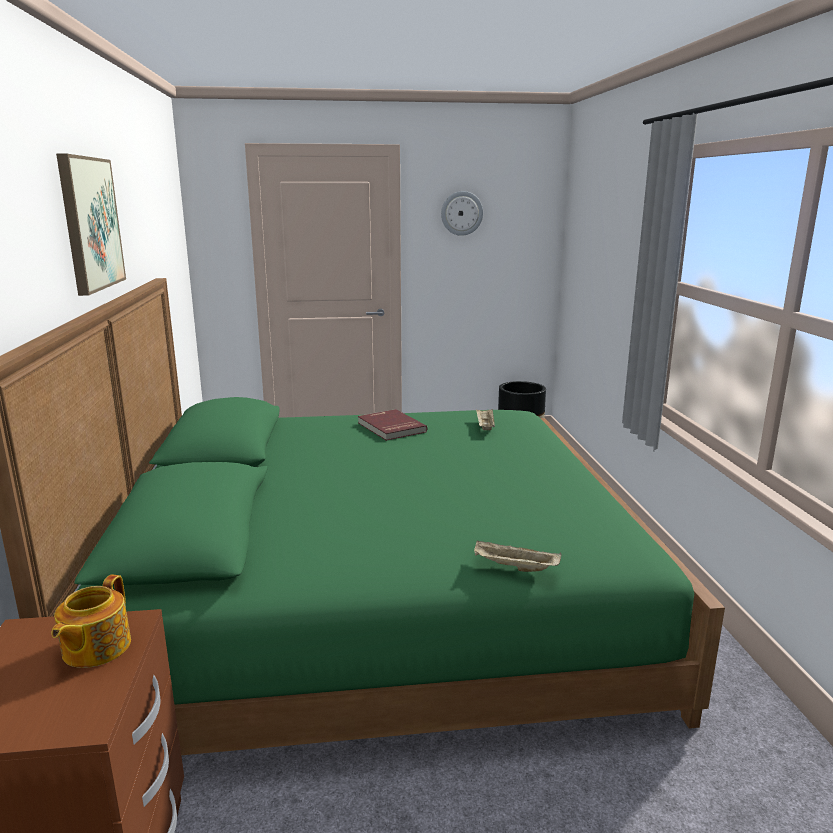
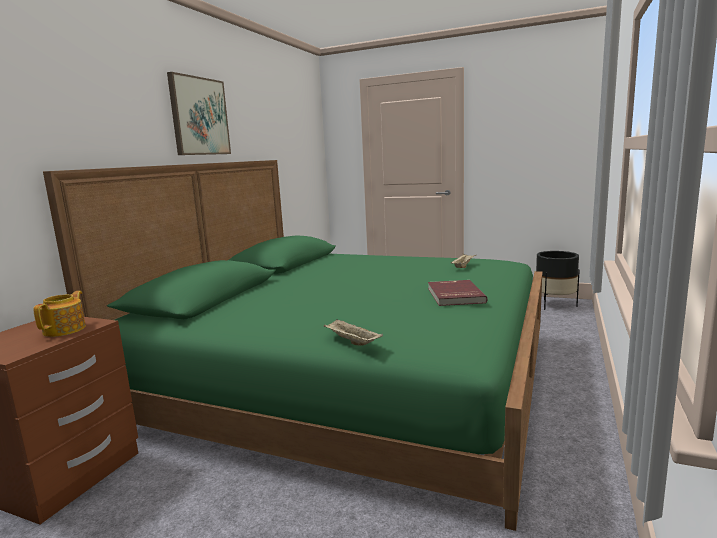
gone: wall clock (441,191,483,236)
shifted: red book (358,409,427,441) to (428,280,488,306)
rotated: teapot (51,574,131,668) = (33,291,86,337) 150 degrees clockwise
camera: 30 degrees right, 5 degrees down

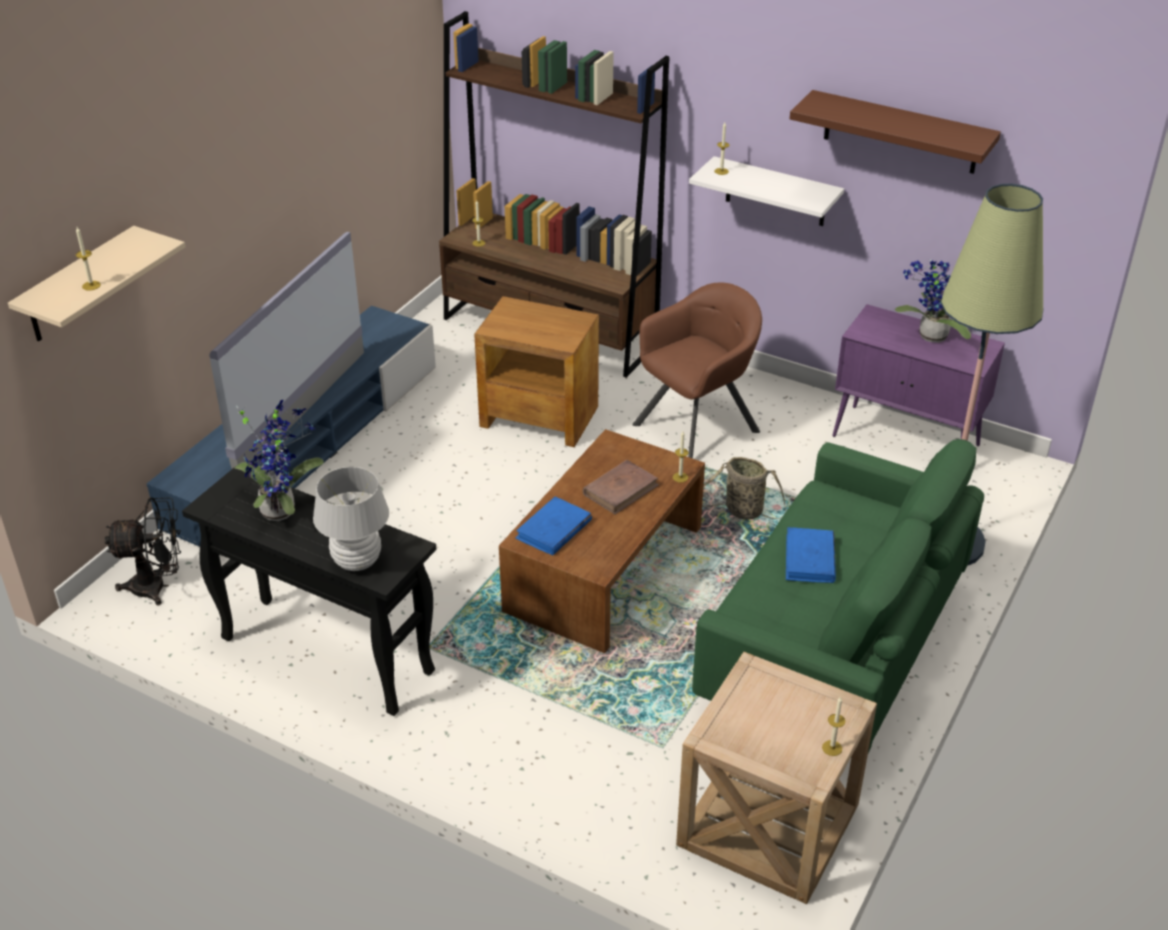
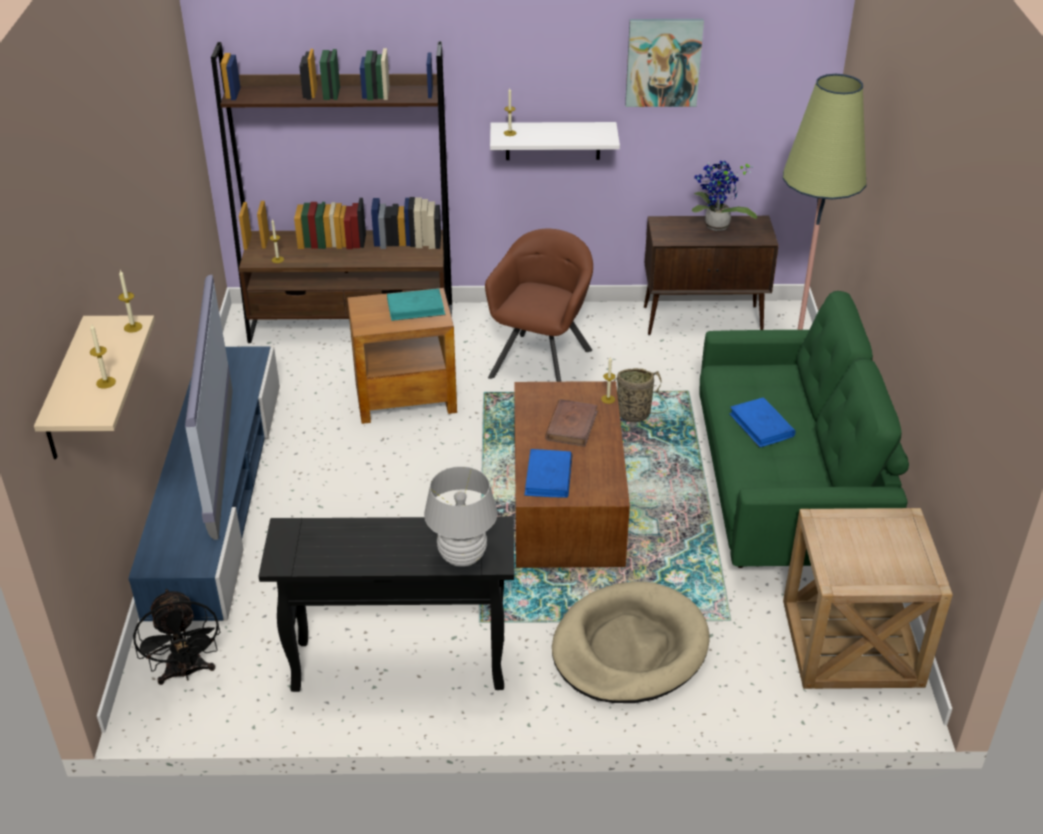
gone: potted plant (234,400,324,521)
new: turquoise book (387,289,446,321); beige dog bed (552,581,710,703)
shifted: candle (822,696,845,756) to (118,270,142,333)
swapped: brown shelf (789,90,1001,174) to picture (625,19,704,107)
repainted: purple cabinet (832,304,1005,446) to brown cabinet (644,216,779,335)
rotated: black fan (105,497,181,606) = (133,589,220,685) 105 degrees clockwise
camera: 30 degrees left, 0 degrees up

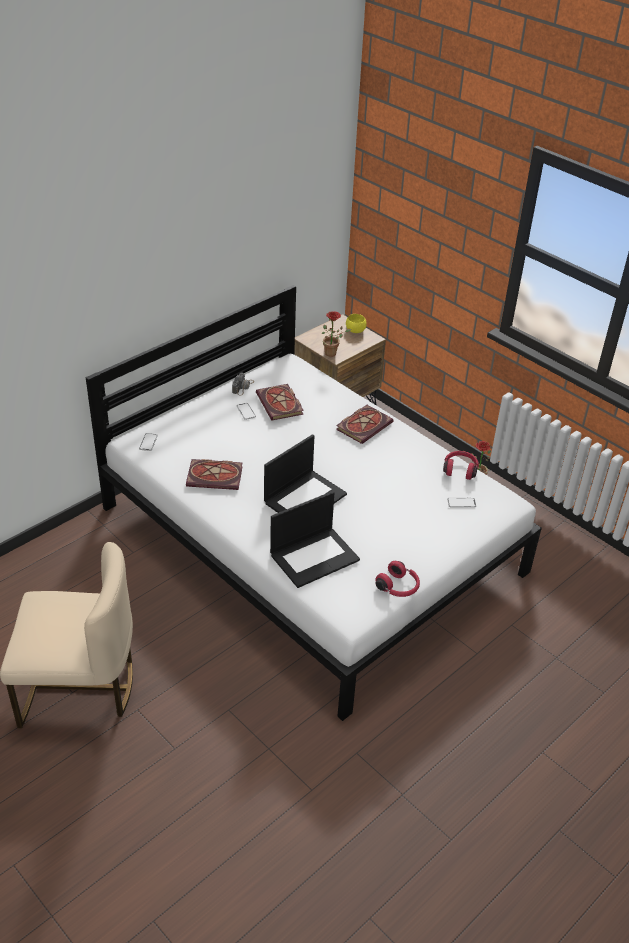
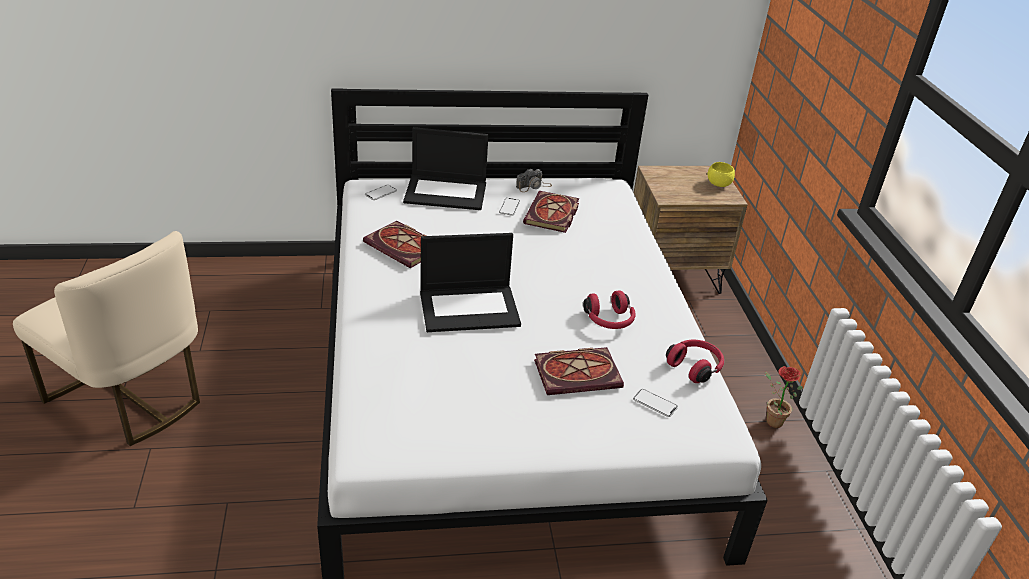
gone: potted plant (322,311,352,357)
shifted: laptop (270,491,360,588) to (403,127,488,210); book (336,405,394,444) to (534,347,624,395); red headphones (375,561,420,597) to (583,290,636,329)
camera: 35 degrees right, 5 degrees down

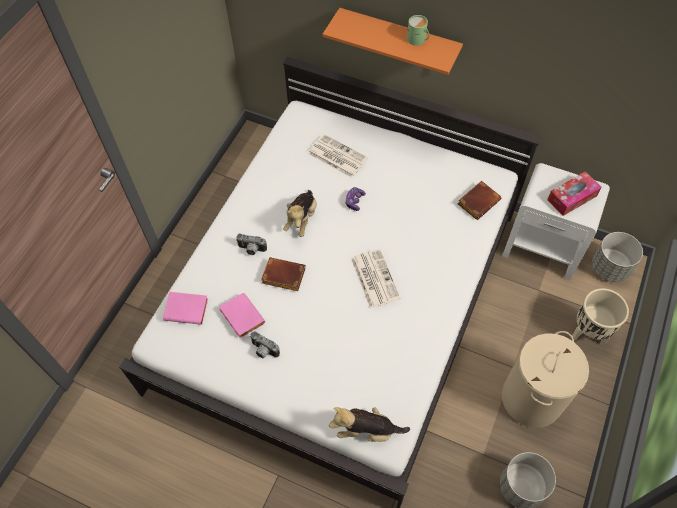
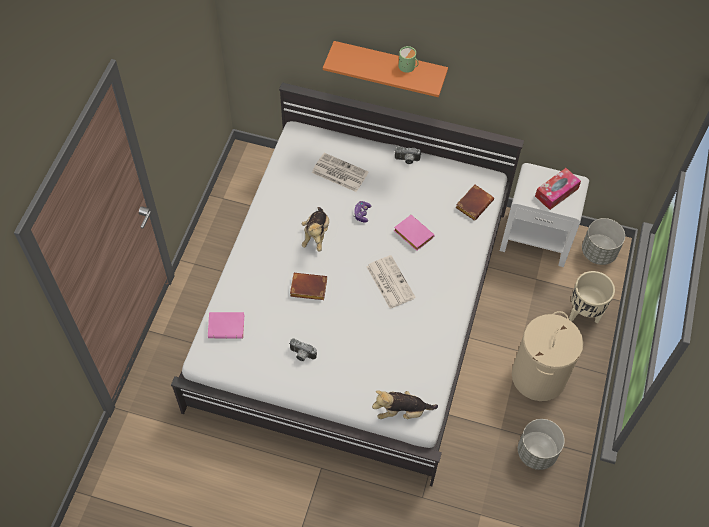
shifted: pink book (219,293,265,338) to (394,215,435,251); photo camera (236,233,267,255) to (395,146,421,164)
camera: 10 degrees left, 0 degrees up

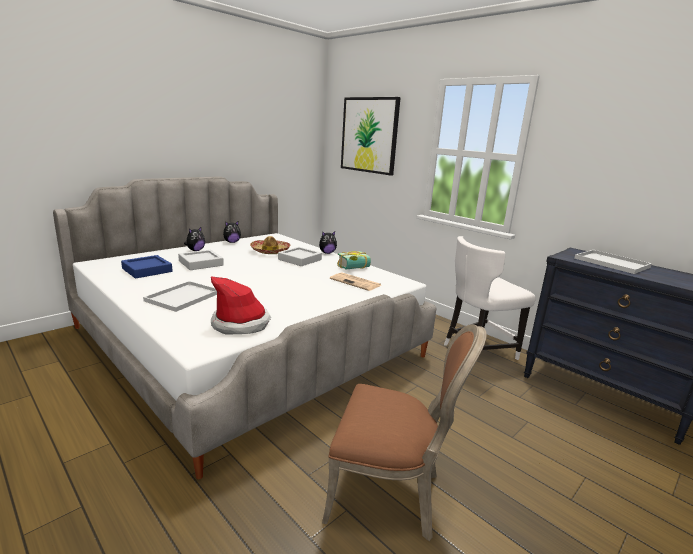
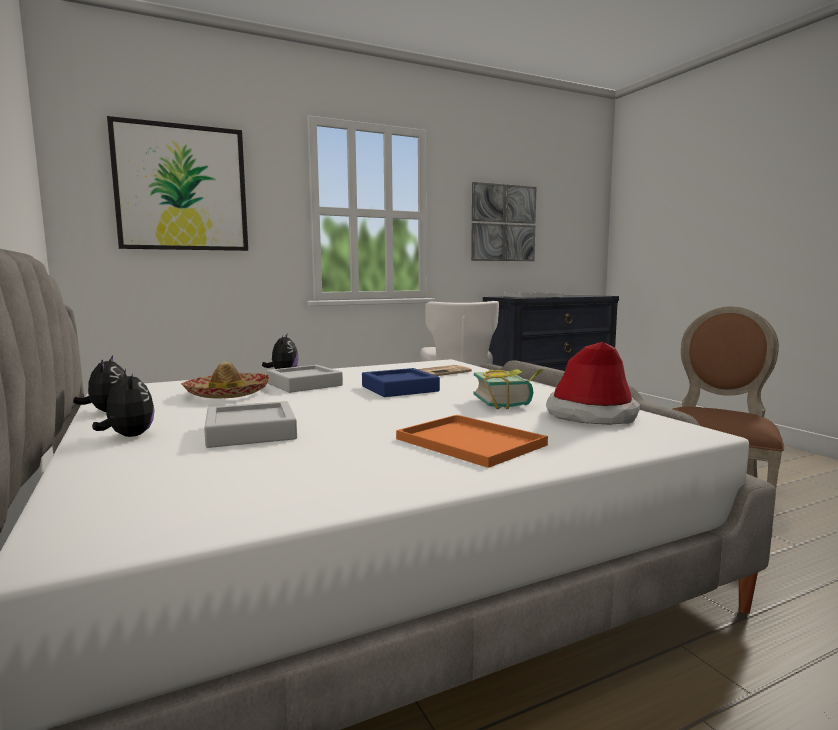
new: picture (471,182,536,261)
shifted: blue tray (121,255,173,278) to (362,368,440,397); book (337,251,371,269) to (474,369,543,410)
repainted: white tray (143,281,217,312) to orange tray (396,415,548,468)
camera: 70 degrees left, 10 degrees down

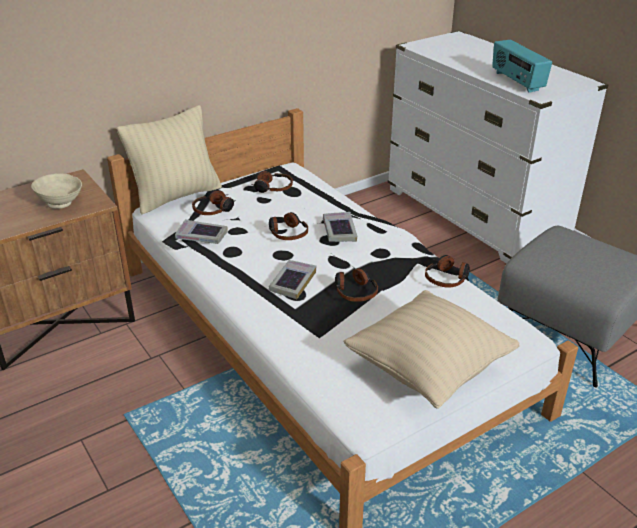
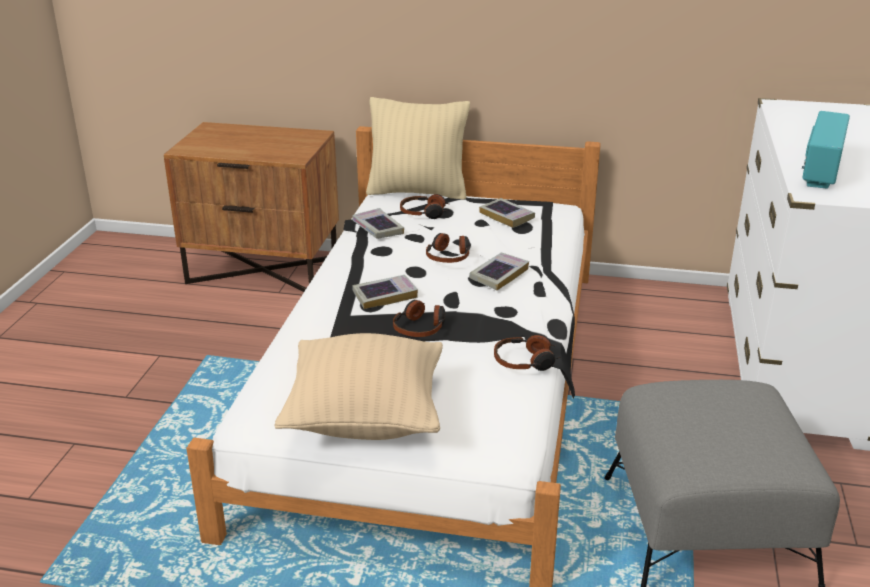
gone: beige bowl (31,174,82,209)
swapped: headphones (251,171,293,193) to book (479,198,535,228)
camera: 45 degrees right, 5 degrees down

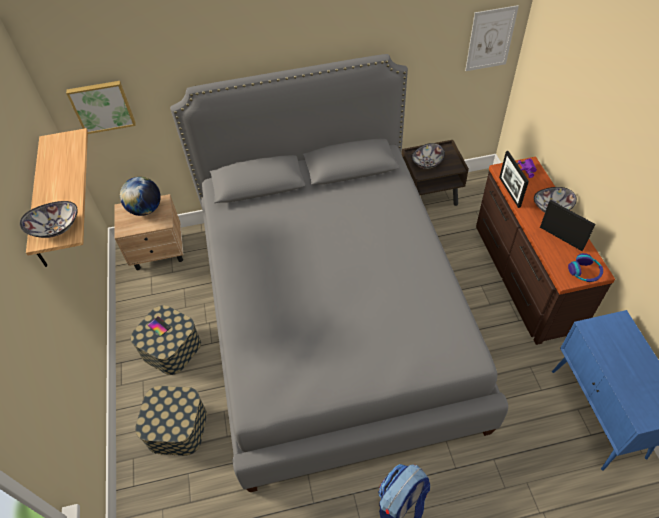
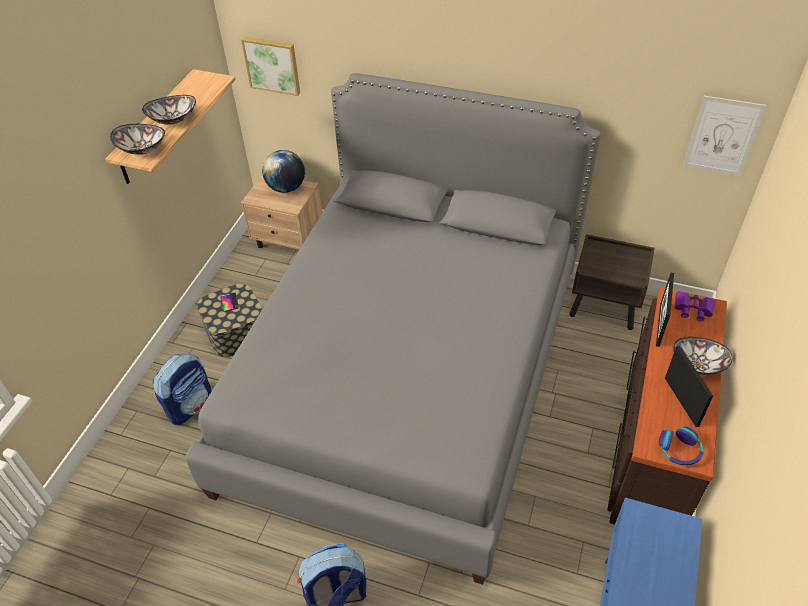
shifted: bowl (411,143,445,169) to (142,95,196,125)
swapped: storage box (135,386,207,456) to backpack (153,353,212,425)
camera: 30 degrees right, 5 degrees down

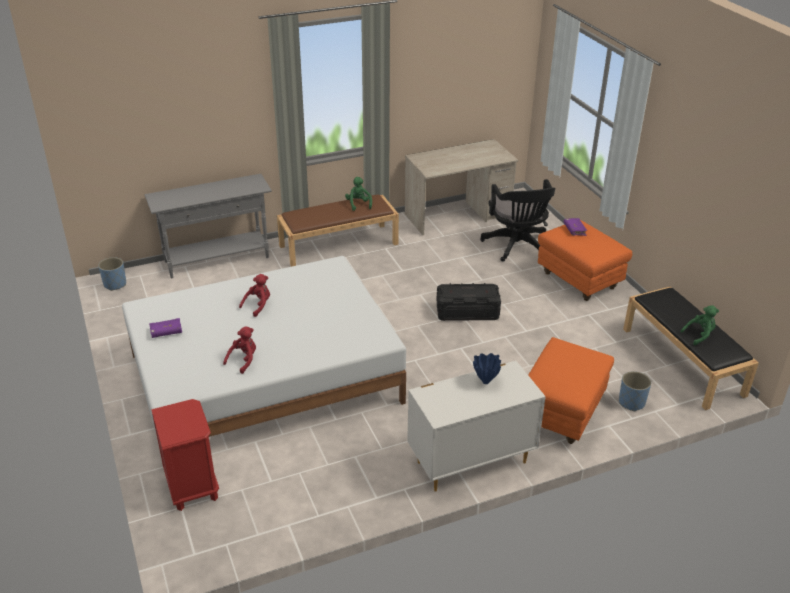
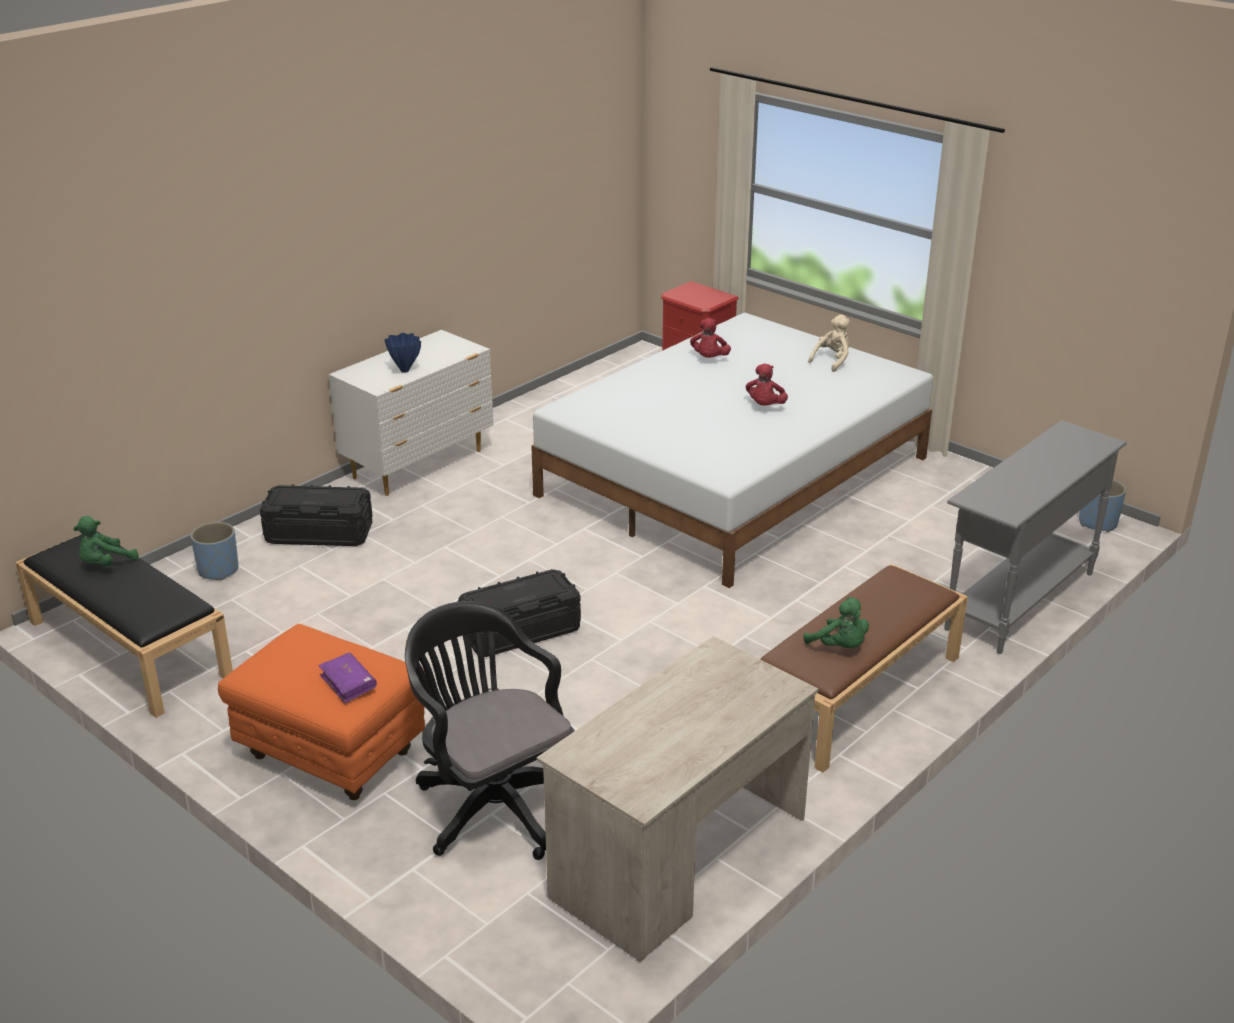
swapped: purple book (149,318,182,338) to beige plush toy (808,314,850,372); orange ottoman (528,337,614,444) to black storage box (260,484,373,546)
camera: 155 degrees right, 5 degrees down

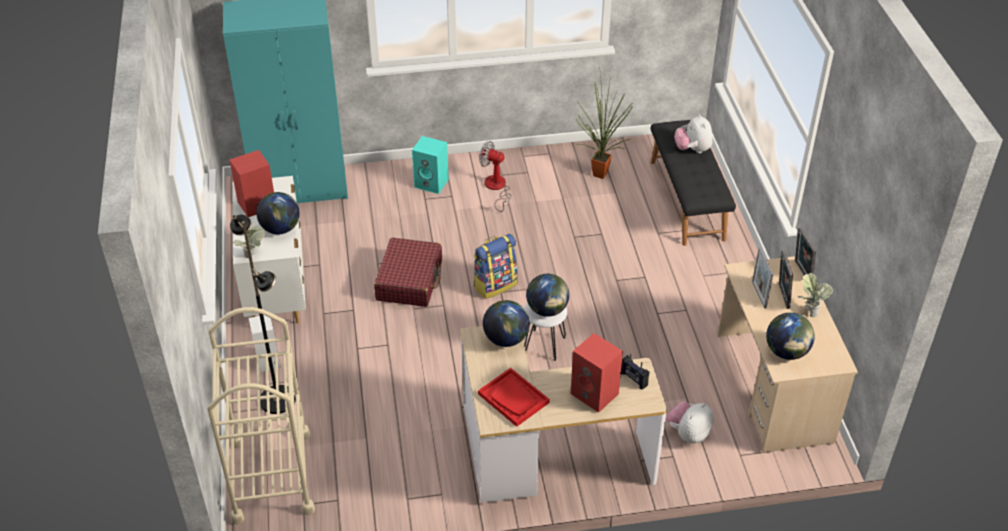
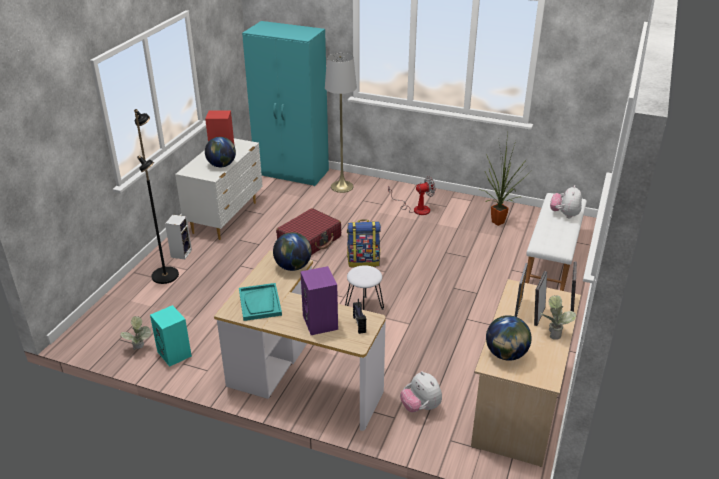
gone: beige cart (207,307,315,524); globe (526,274,569,317)
new: grey floor lamp (325,53,357,193)
shifted: potted plant (233,226,265,258) to (120,316,151,350); turquoise speaker (412,136,449,194) to (150,305,192,367)
repainted: red tray (478,368,550,427) to turquoise tray (239,283,282,321); red speaker (571,333,623,413) to purple speaker (300,266,338,335); black bench (651,120,736,246) to white bench (525,193,587,291)
rotated: fan (479,141,511,212) = (388,176,436,215) 105 degrees clockwise; plush toy (666,402,713,443) = (400,371,442,412) 105 degrees counterclockwise
camera: 30 degrees right, 10 degrees down

